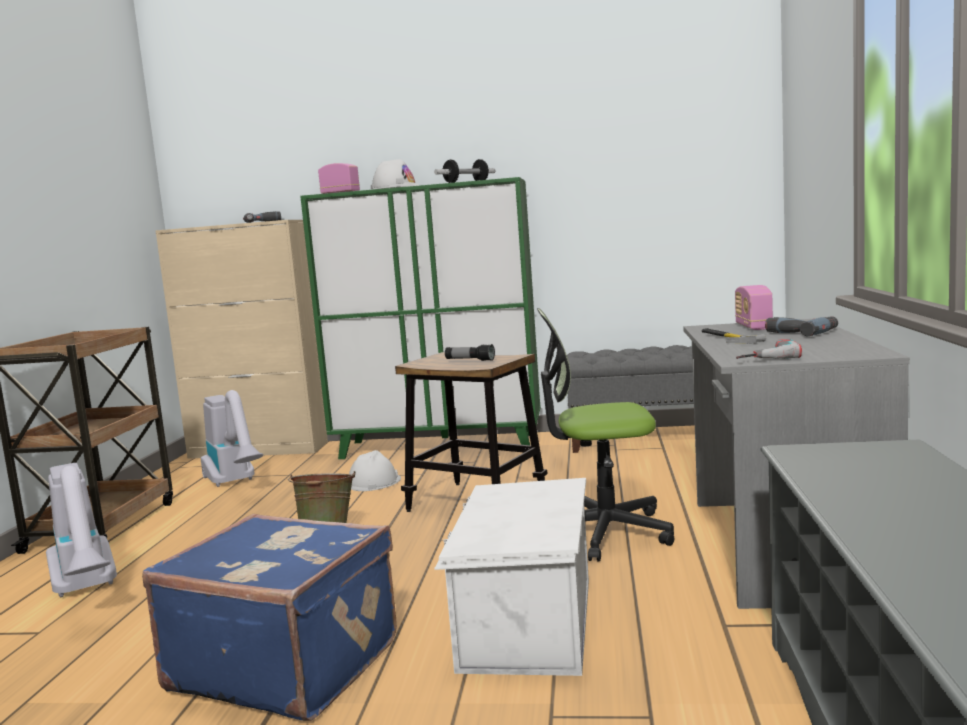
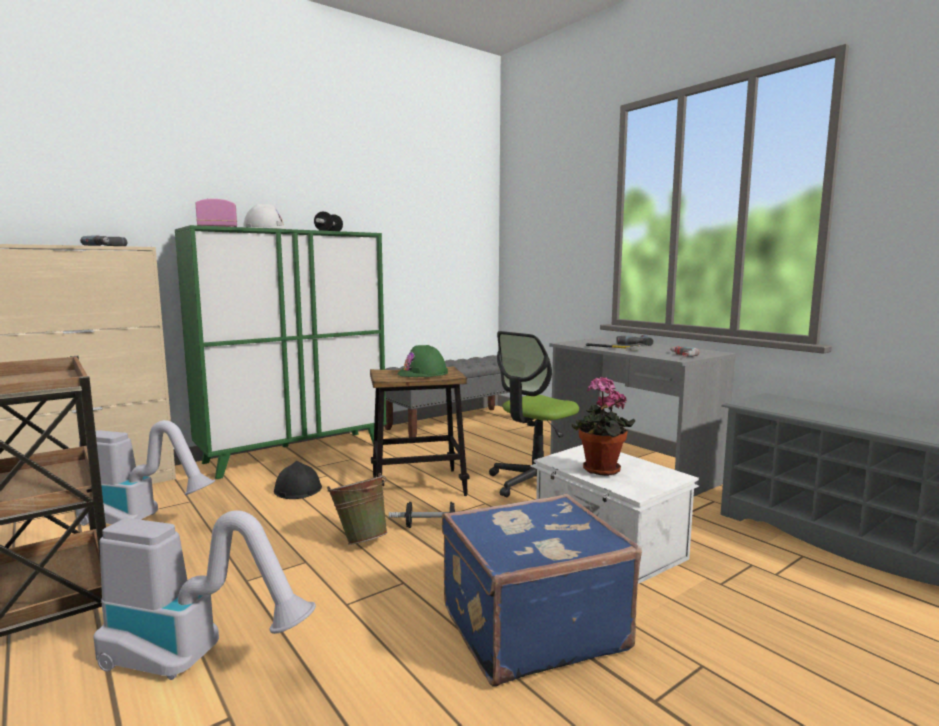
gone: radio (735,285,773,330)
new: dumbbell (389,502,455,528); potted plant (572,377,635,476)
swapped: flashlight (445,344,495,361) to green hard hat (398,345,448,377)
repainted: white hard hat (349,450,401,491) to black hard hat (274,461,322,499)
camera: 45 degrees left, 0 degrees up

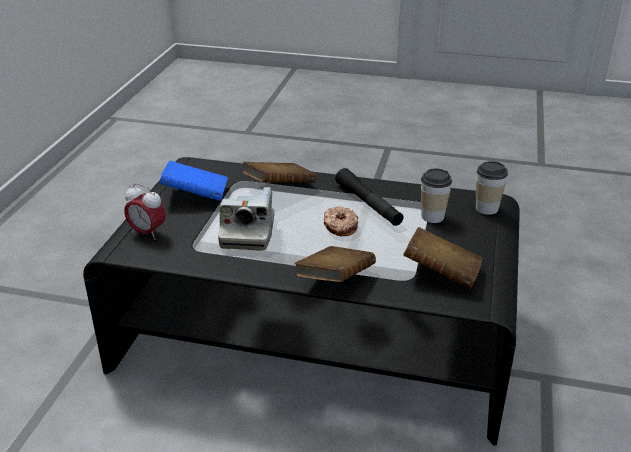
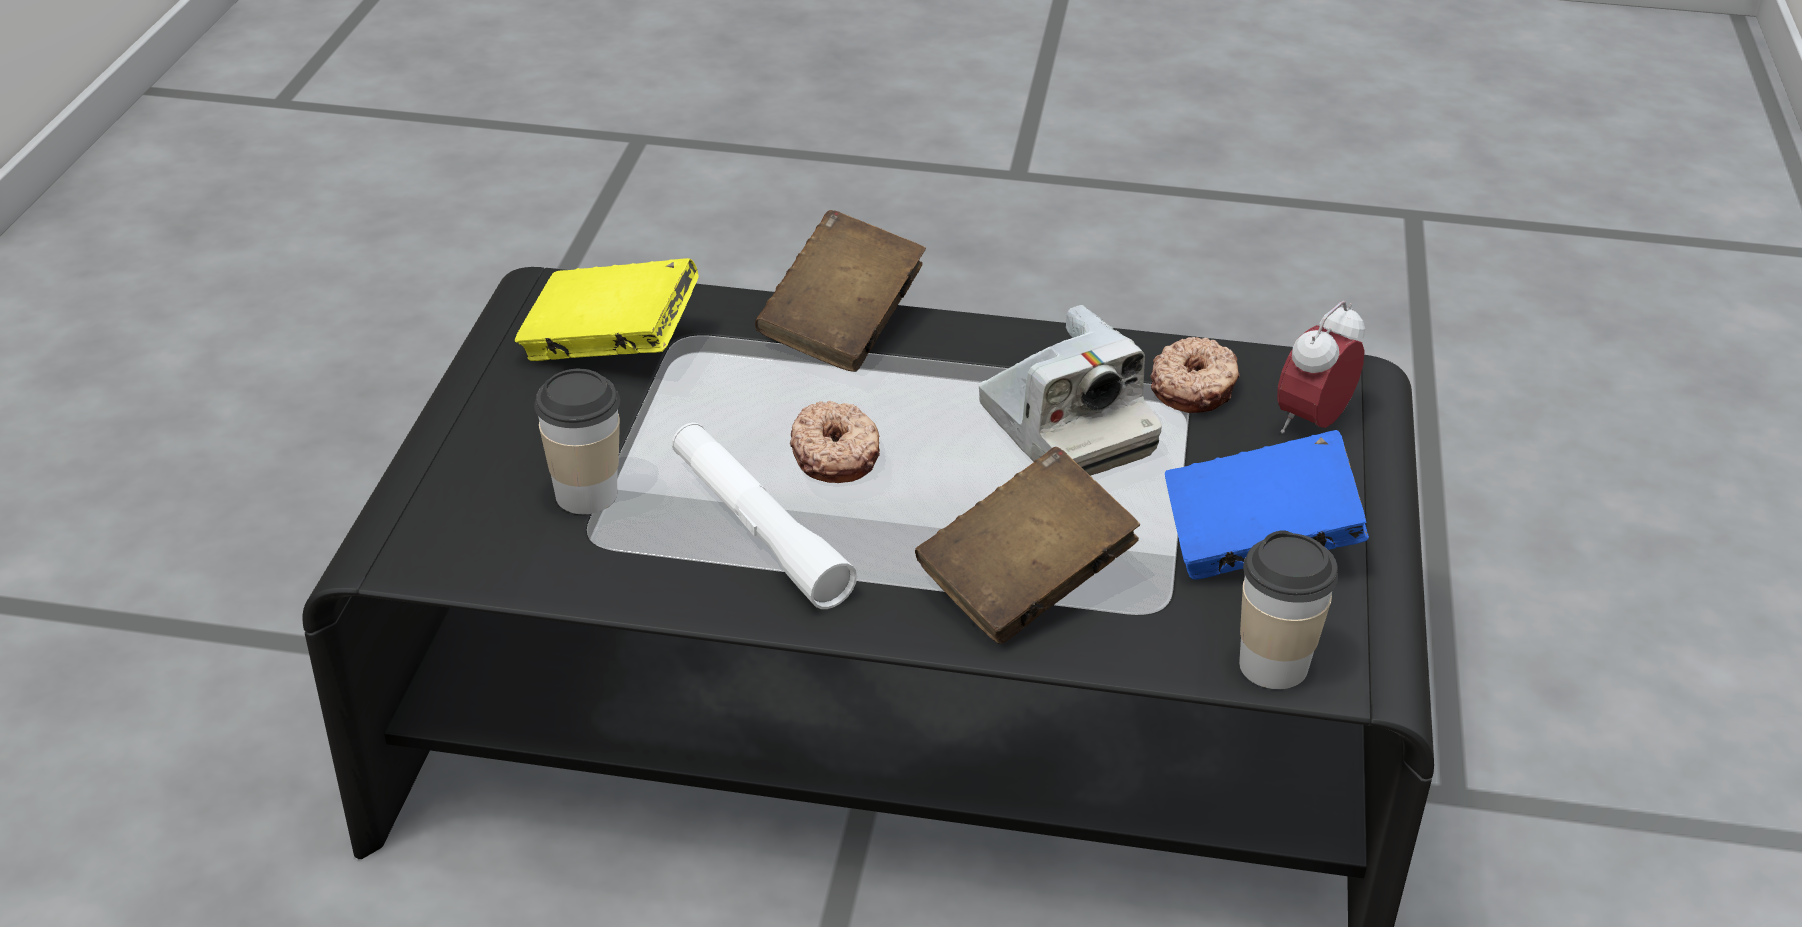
new: donut (1150,337,1240,413)
shifted: cup (476,161,508,215) to (1239,530,1338,689)
repainted: black flashlight (335,168,404,226) to white flashlight (672,423,857,609); brown book (403,227,482,289) to yellow book (515,258,699,361)
rotated: alarm clock (124,183,166,240) = (1277,301,1365,433) 75 degrees counterclockwise; photo camera (218,187,274,251) = (979,305,1162,476) 150 degrees clockwise
camera: 175 degrees right, 5 degrees up

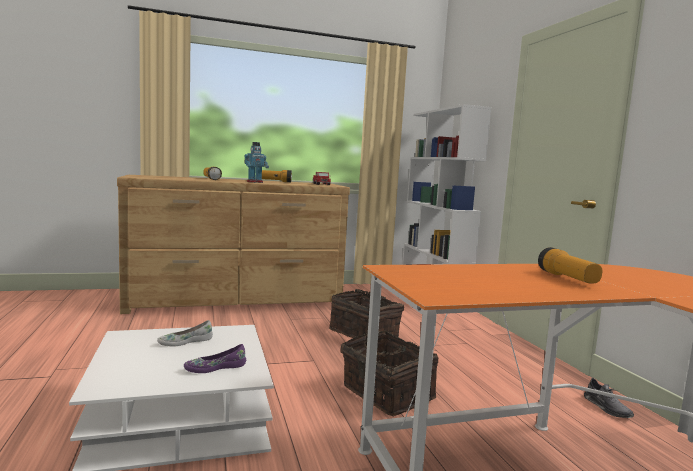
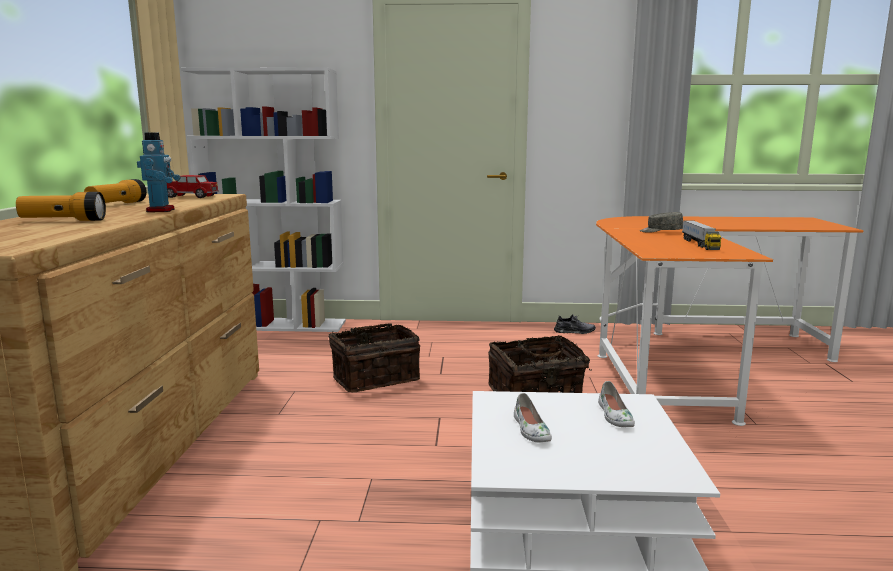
new: toy truck (682,220,722,250)
swapped: flashlight (538,247,602,284) to grey cap (640,212,683,233)
repainted: purple shoe (184,344,246,373) to white shoe (598,381,635,427)
camera: 70 degrees left, 5 degrees up

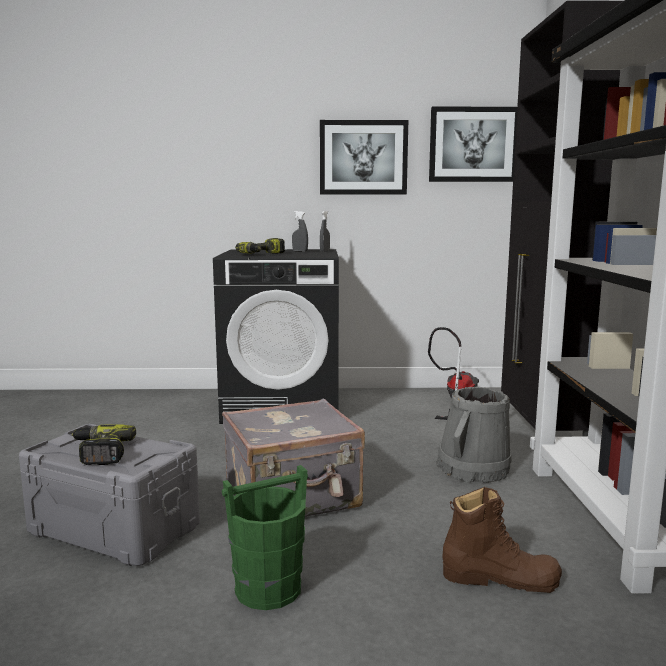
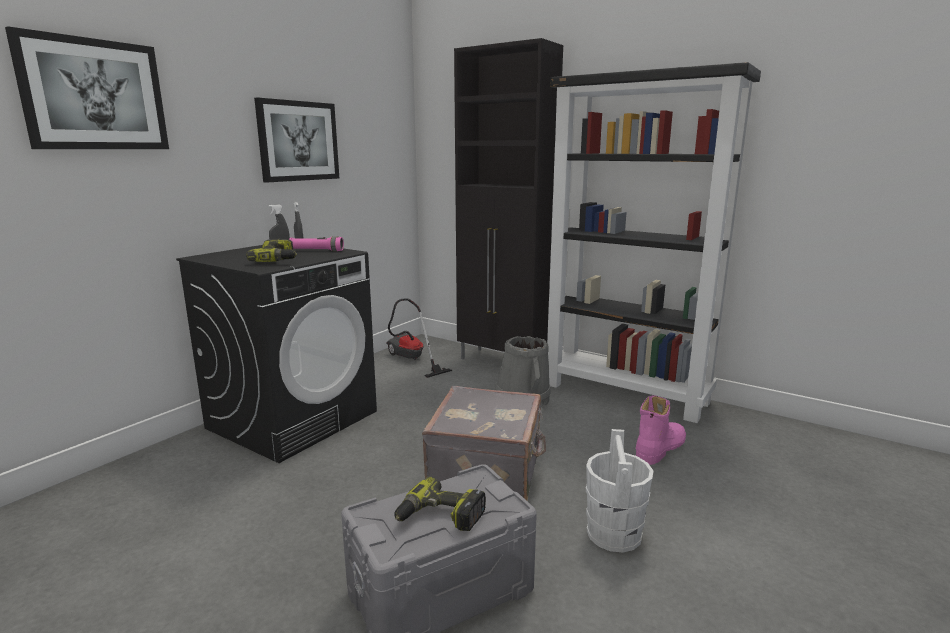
new: pink flashlight (289,236,344,251)
shifted: picture (429,107,517,182) to (5,26,169,149)
repainted: green bucket (222,465,308,610) to white bucket (586,429,653,553); brown boot (443,487,562,593) to pink boot (635,395,686,465)
camera: 55 degrees left, 5 degrees up

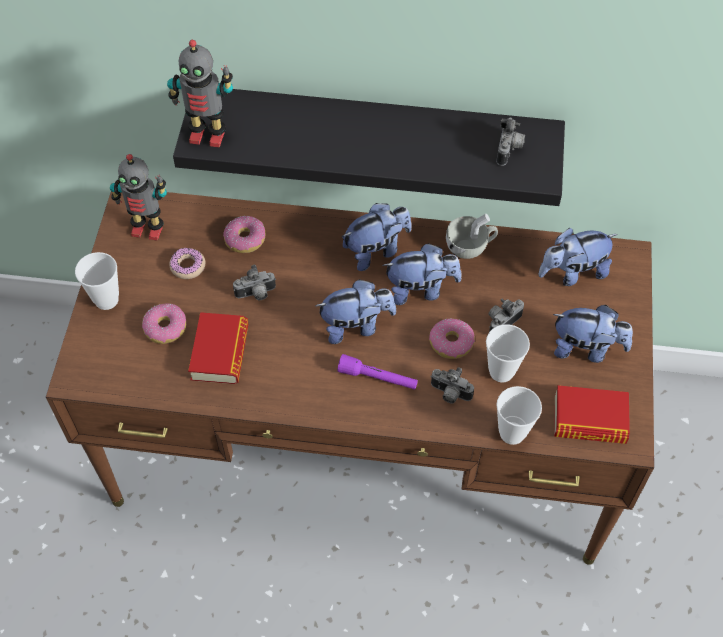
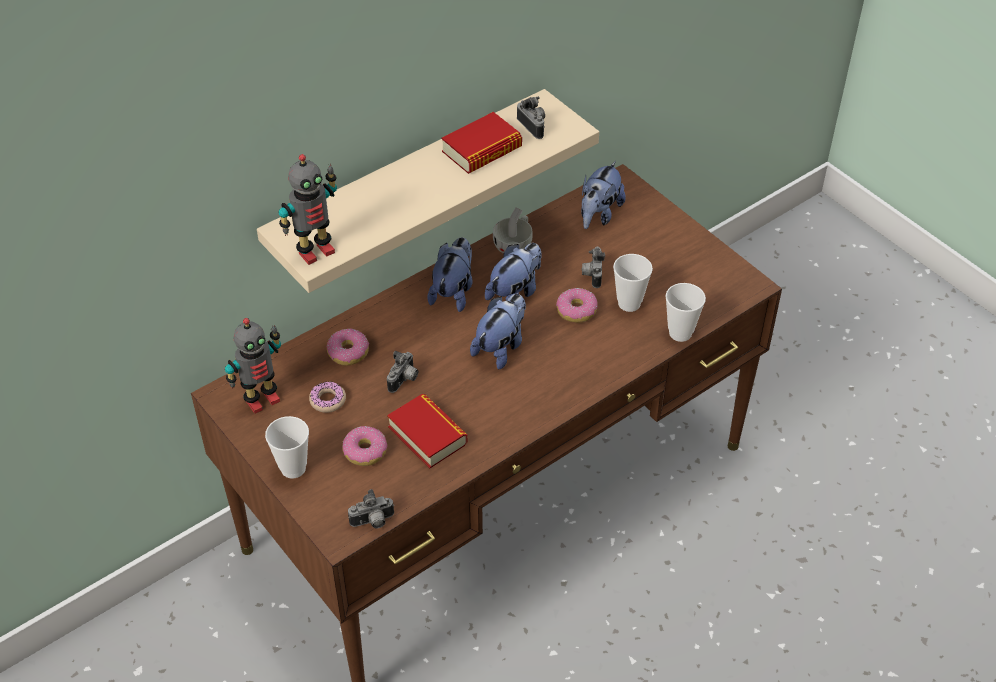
gone: purple flashlight (337,354,418,390); plush toy (553,305,633,363)
shifted: photo camera (430,367,474,404) to (348,489,394,528); book (554,385,630,444) to (441,112,522,174)
repainted: black shelf (173,89,565,206) to beige shelf (257,89,599,293)
camera: 45 degrees left, 10 degrees down

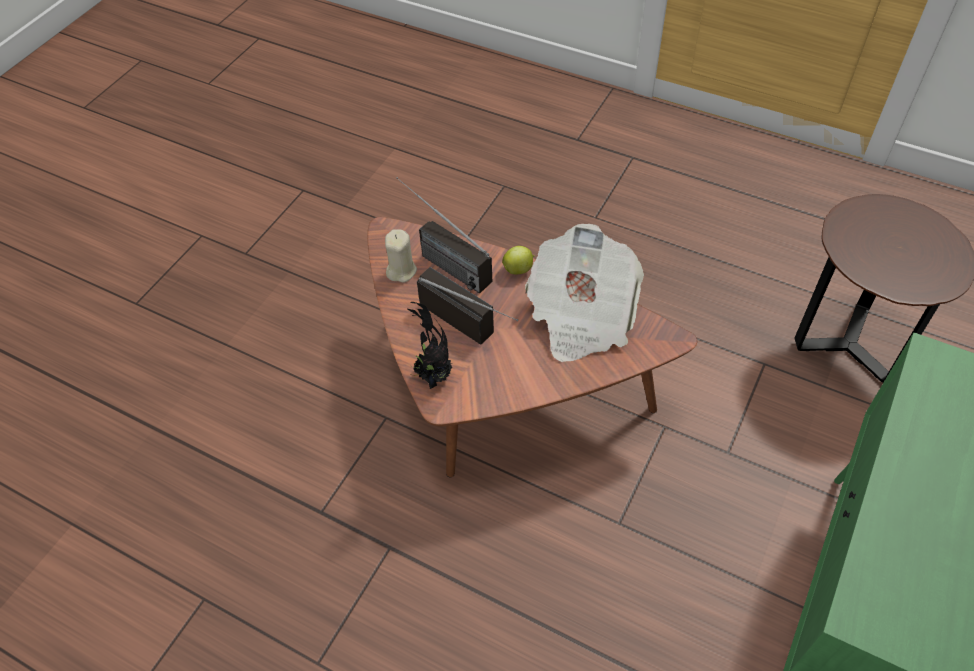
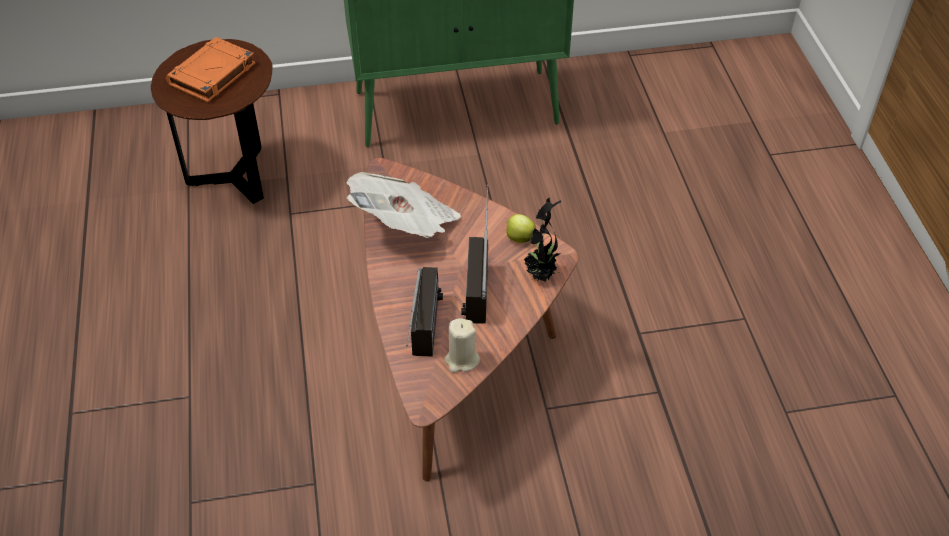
new: orange book (166,37,255,102)
shifted: apple (502,246,535,274) to (506,214,536,243)
camera: 130 degrees left, 5 degrees down

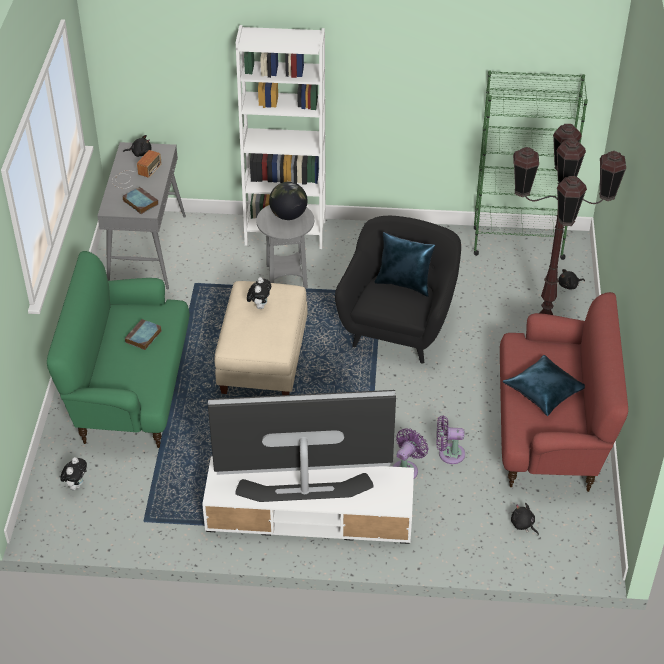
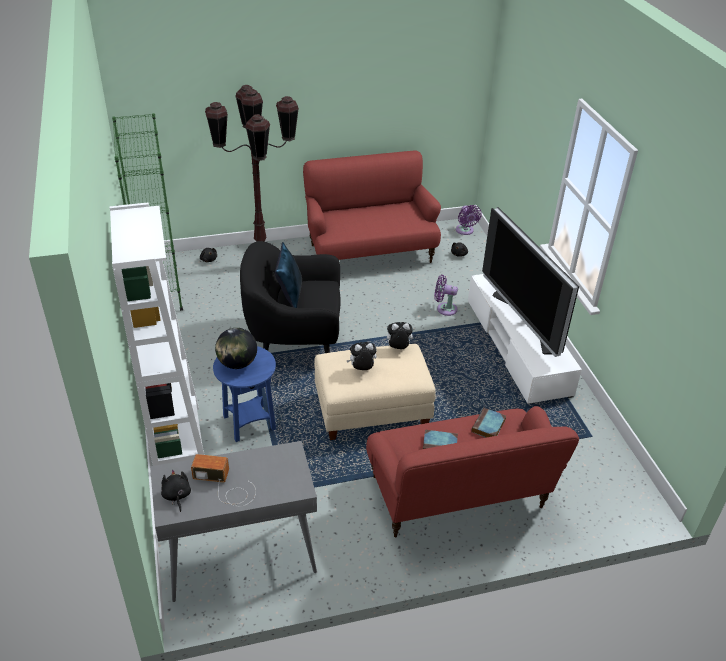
gone: blue pillow (502,355,585,416)
shifted: plush toy (60,457,87,490) to (383,322,413,349); book (123,187,158,214) to (472,408,506,438); purple fan (436,416,465,464) to (456,205,482,235)
repainted: green sofa (47,251,190,448) to red sofa (366,406,579,538); grey side table (256,205,314,288) to blue side table (213,346,276,442)
camera: 110 degrees left, 5 degrees down

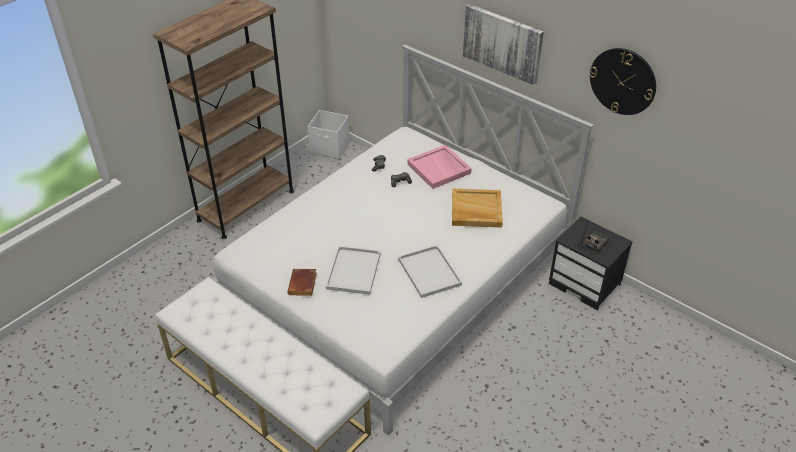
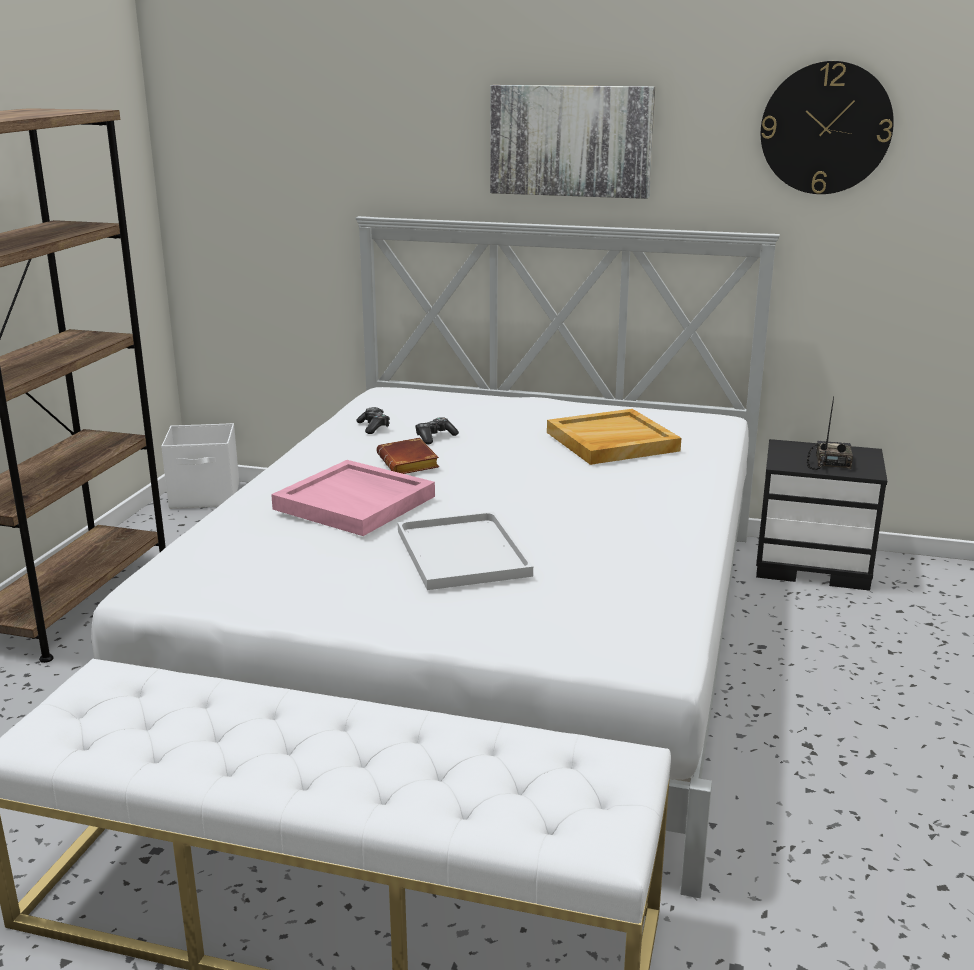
gone: white tray (398,245,462,298)
shifted: brown book (287,269,317,296) to (377,438,439,474); pink tray (407,145,472,189) to (271,460,435,536)
camera: 25 degrees left, 20 degrees down

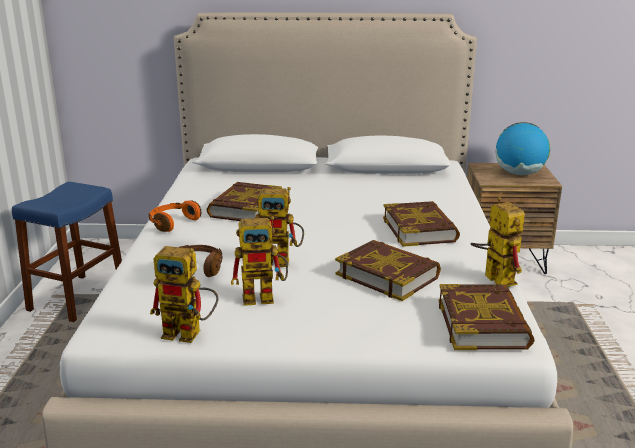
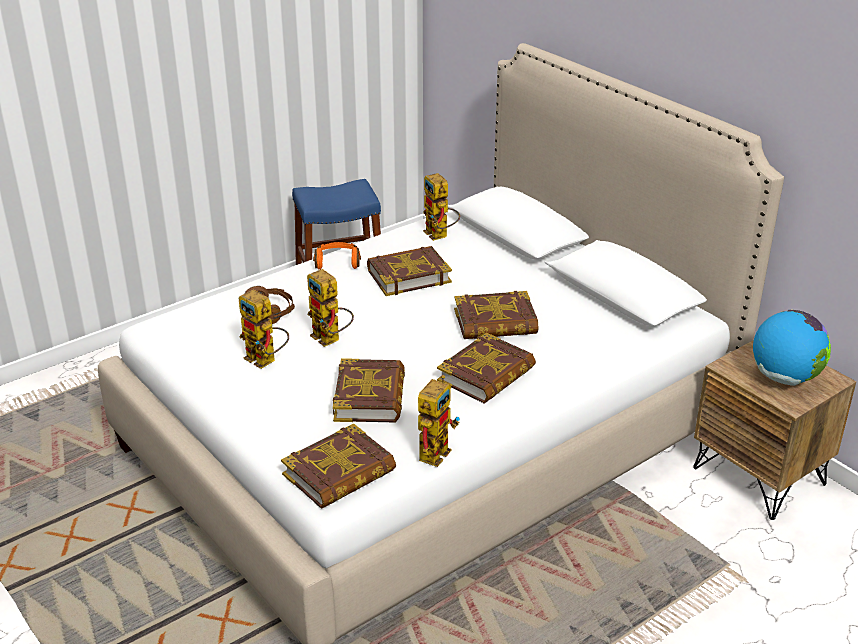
new: book (454,291,538,339)
shifted: toy robot (150,246,218,343) to (423,173,460,241)
camera: 50 degrees right, 10 degrees up

